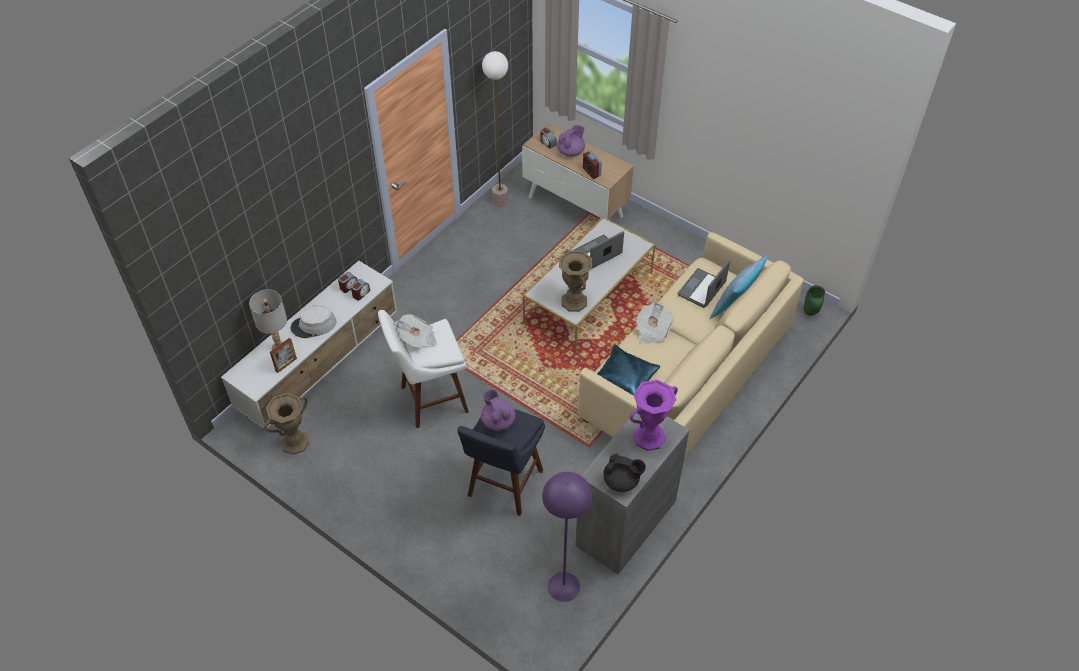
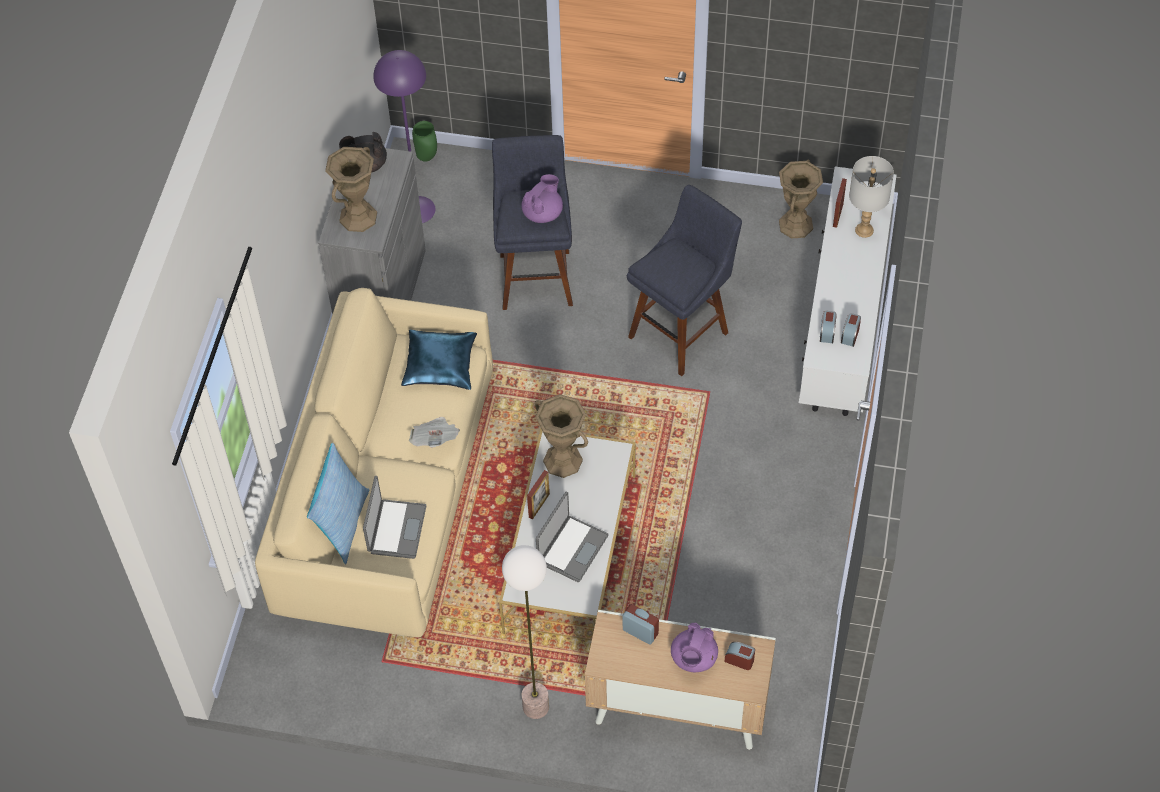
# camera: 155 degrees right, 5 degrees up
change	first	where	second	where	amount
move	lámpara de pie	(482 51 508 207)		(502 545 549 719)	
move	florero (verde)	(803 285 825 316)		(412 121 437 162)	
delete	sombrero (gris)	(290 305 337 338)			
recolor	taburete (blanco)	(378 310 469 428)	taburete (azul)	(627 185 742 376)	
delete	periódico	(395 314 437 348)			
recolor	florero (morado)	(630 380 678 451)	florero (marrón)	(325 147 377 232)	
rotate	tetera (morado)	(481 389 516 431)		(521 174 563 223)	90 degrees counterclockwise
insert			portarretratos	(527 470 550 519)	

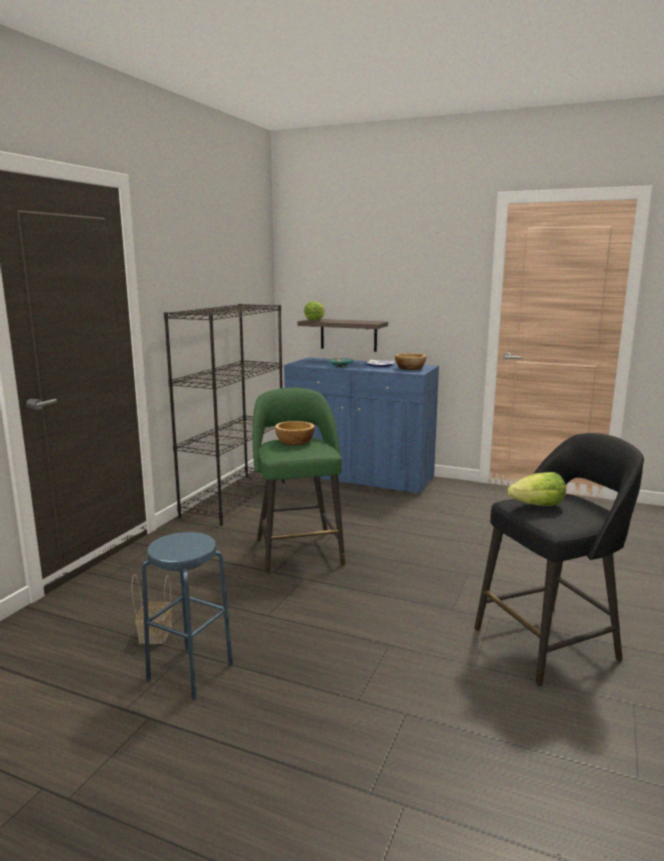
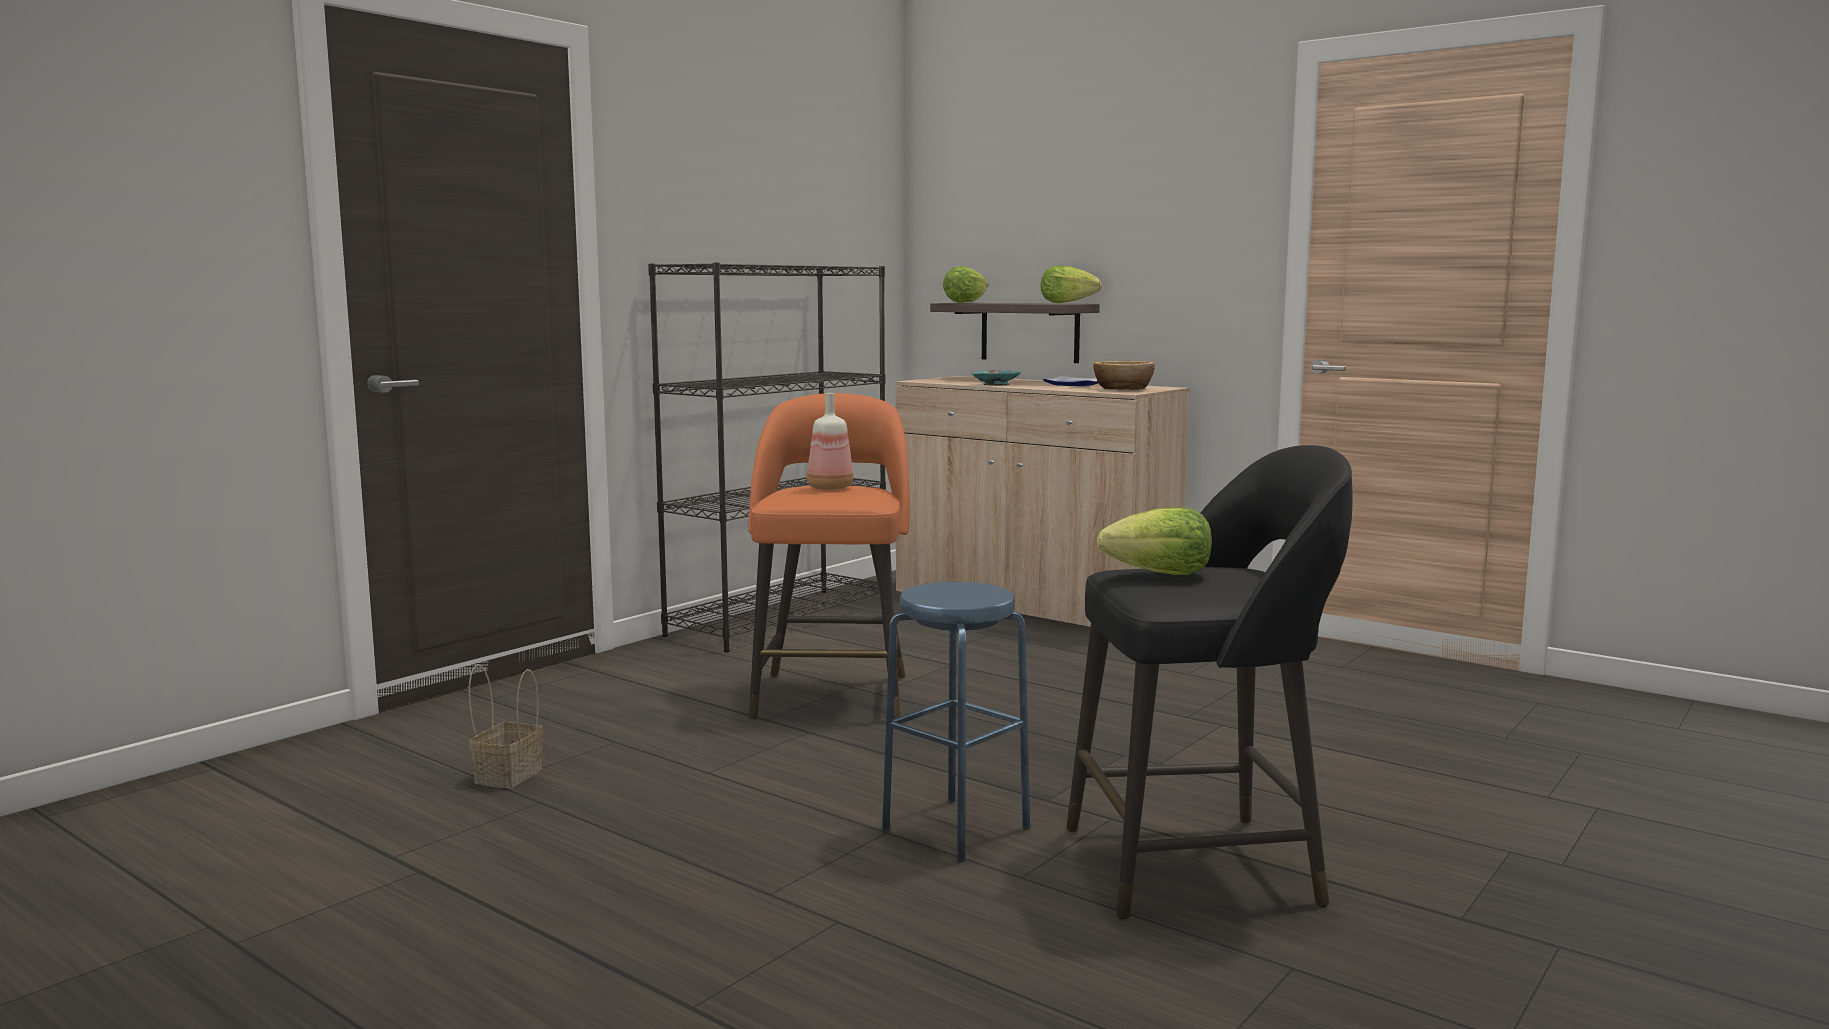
# camera: 15 degrees right, 5 degrees down
change	first	where	second	where	amount
recolor	armario (azul)	(284 357 439 495)	armario (beis)	(895 376 1190 627)	
recolor	taburete (verde)	(253 388 345 574)	taburete (naranja)	(749 393 910 721)	
replace	cuenco	(275 421 315 445)	botella	(807 393 853 490)	
move	taburete (azul)	(142 532 233 700)		(882 582 1030 862)	
insert			lechuga	(1041 265 1102 303)	

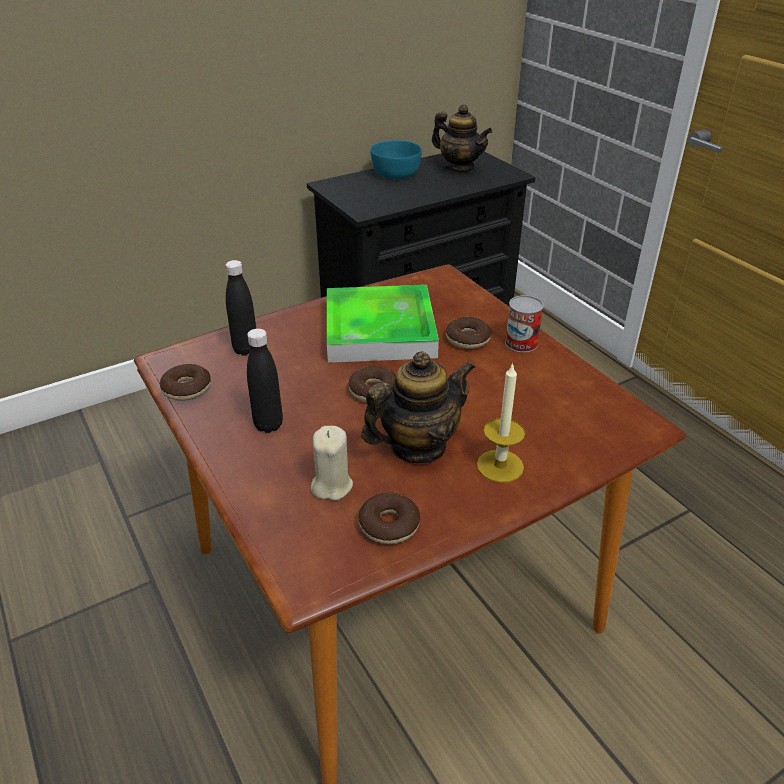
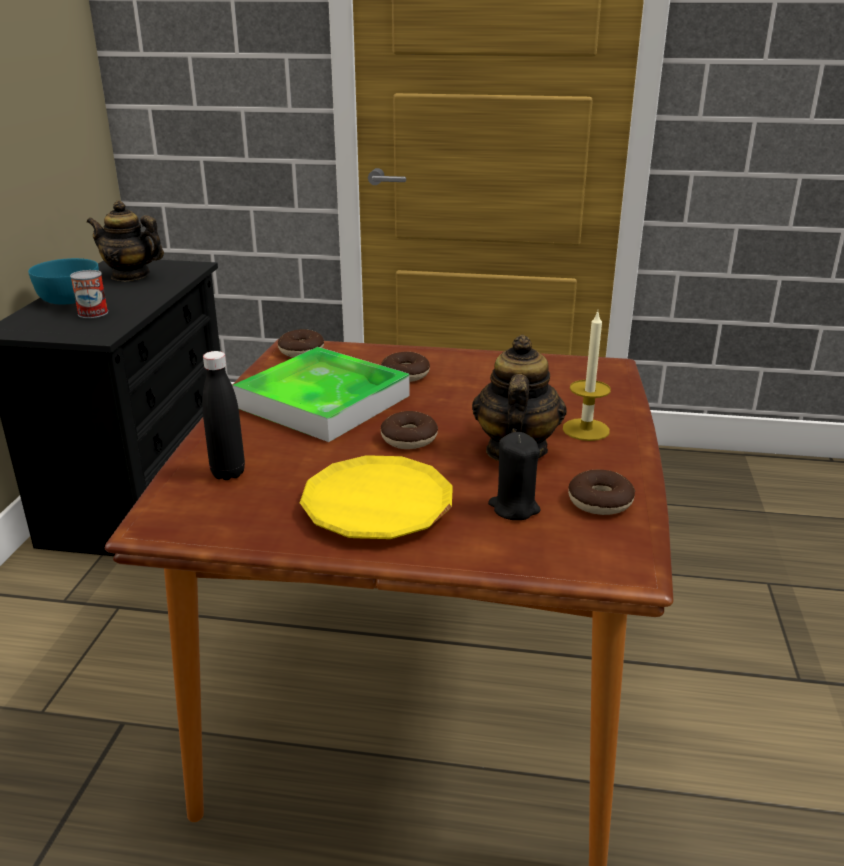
# camera: 50 degrees left, 10 degrees down
change	first	where	second	where	amount
rotate	tetera	(432 105 492 172)		(87 201 164 281)	150 degrees counterclockwise
move	lata	(505 295 544 353)		(70 270 108 318)	
replace	botella (negro)	(247 328 283 433)	plato (amarillo)	(300 455 453 539)	
move	rosquilla	(160 364 211 401)		(278 329 324 357)	
recolor	vela (beis)	(311 426 353 501)	vela (negro)	(488 432 540 520)	

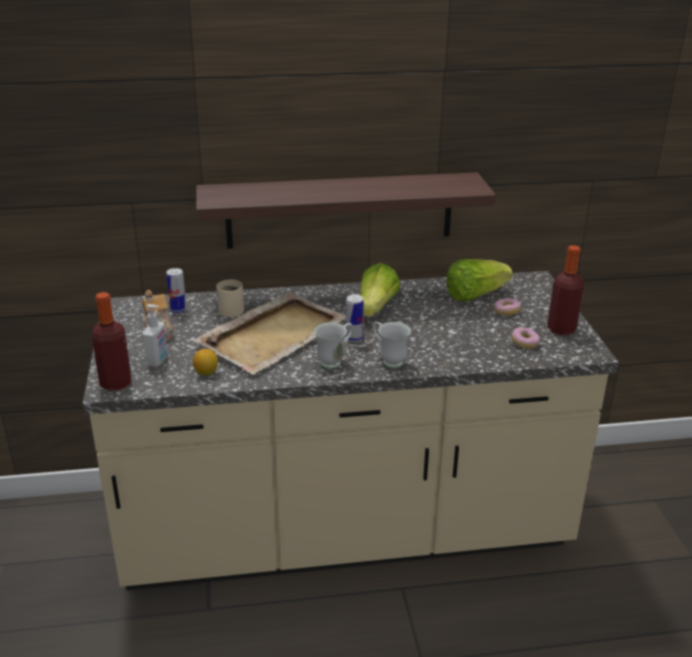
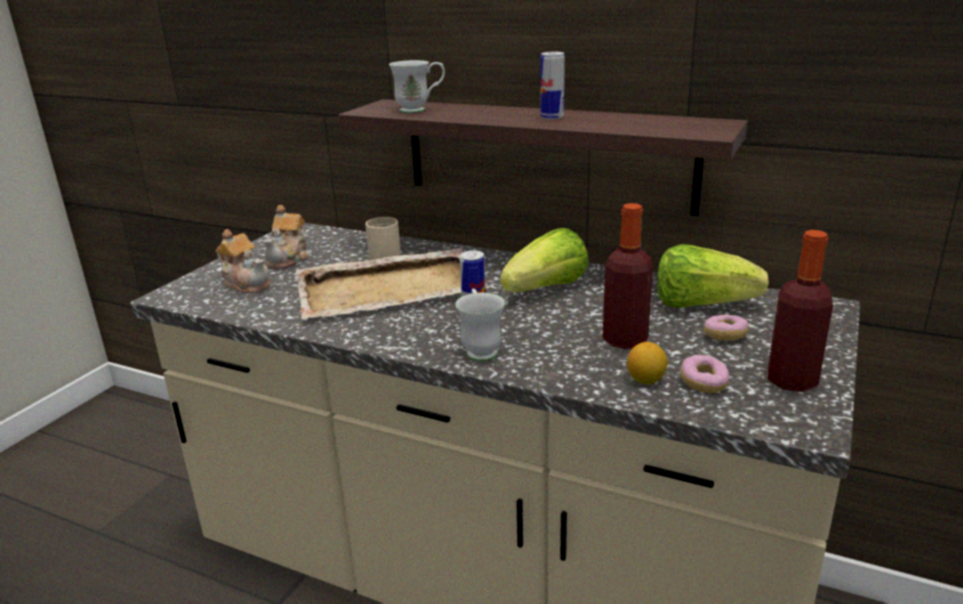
# camera: 35 degrees right, 5 degrees down
change	first	where	second	where	amount
move	lata	(166 268 187 313)		(541 52 565 119)	
move	botella	(92 292 131 391)		(603 203 653 349)	
replace	dispensador de jabón	(143 304 167 367)	tetera	(216 229 270 294)	
move	taza grande (blanco)	(314 323 353 369)		(389 60 445 113)	
move	limón	(193 349 218 376)		(627 342 667 384)	

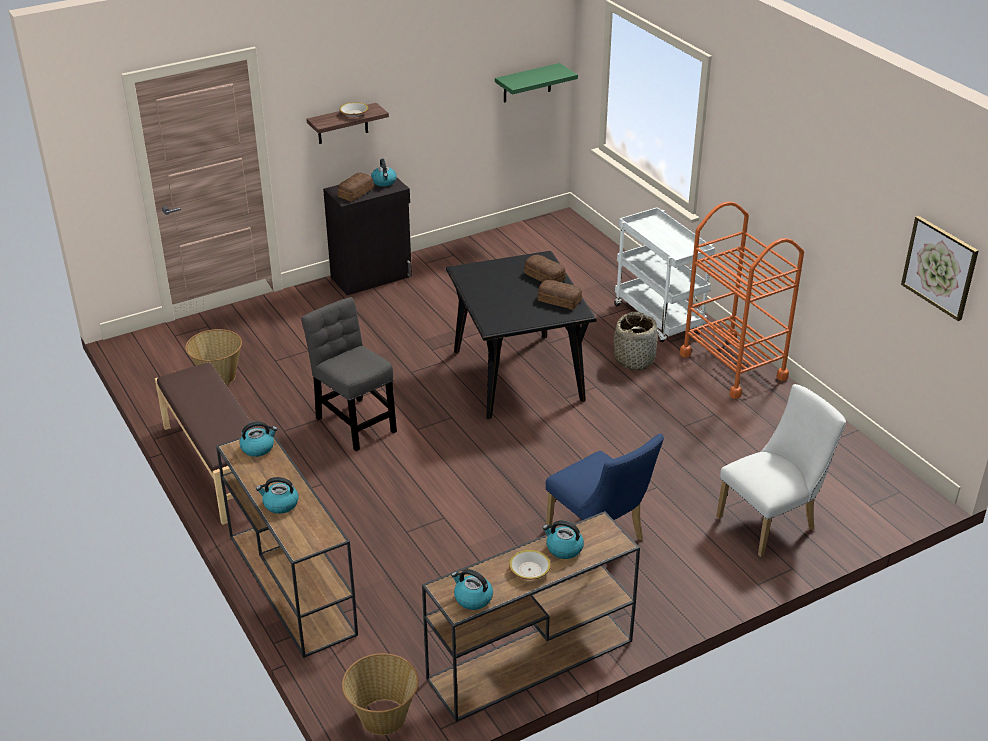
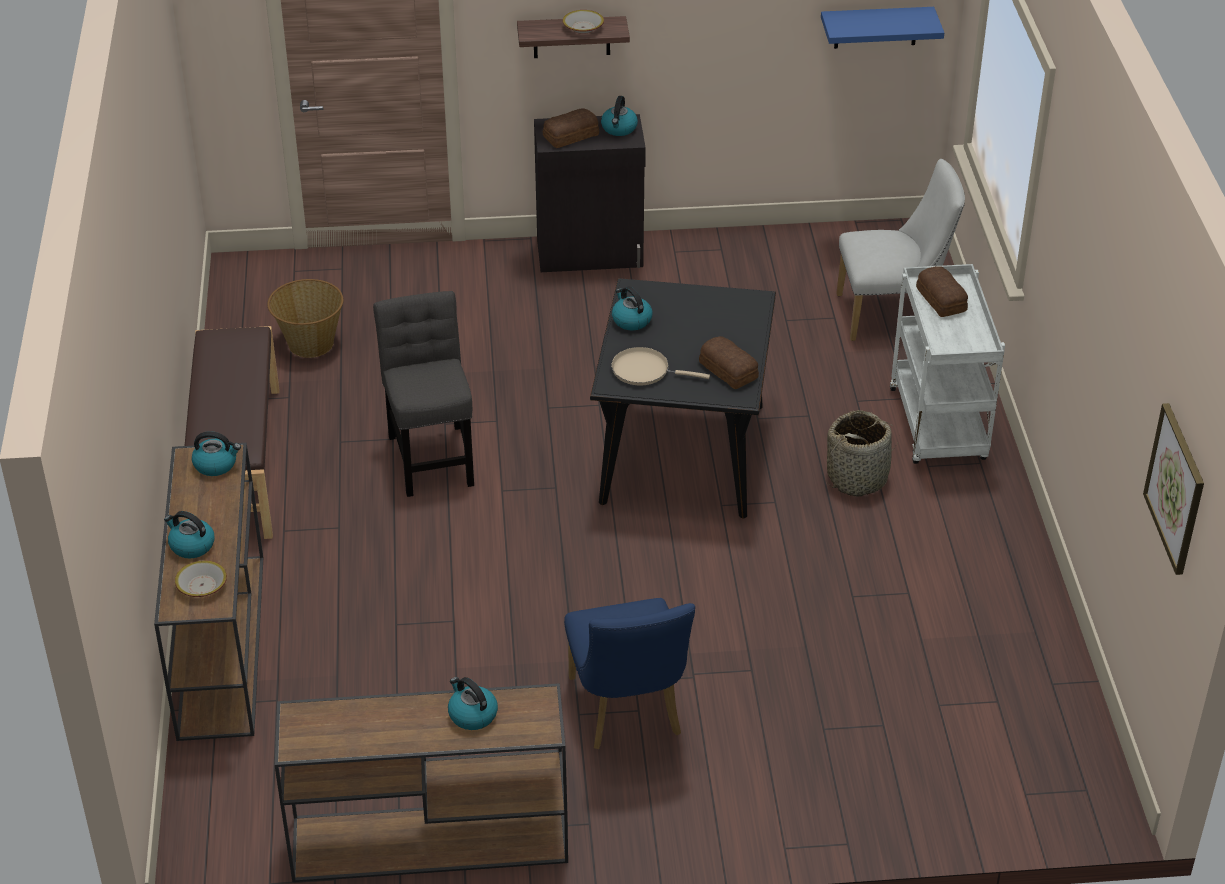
# camera: 25 degrees right, 5 degrees up
change	first	where	second	where	amount
recolor	estante (verde)	(495 63 578 103)	estante (azul)	(821 7 944 49)	
delete	carrito (naranja)	(680 201 804 399)			
move	pan	(524 255 566 282)		(916 266 968 317)	
move	silla (blanco)	(716 384 846 557)		(836 159 965 341)	
move	cuenco	(509 550 551 580)		(175 560 227 597)	
move	hervidor	(451 569 493 610)		(612 286 653 330)	
delete	cesta	(342 653 419 735)			
insert			sartén (beis)	(611 347 710 385)	

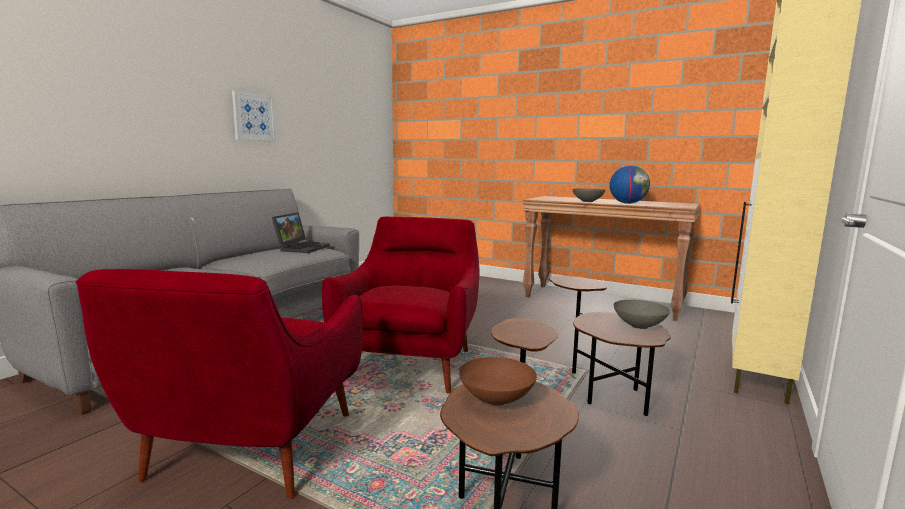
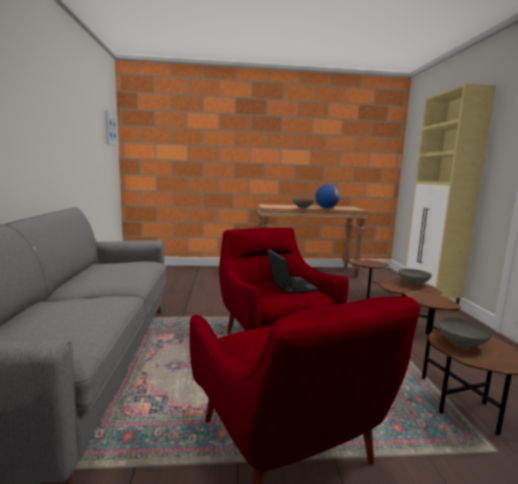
# camera: 35 degrees left, 0 degrees up
change	first	where	second	where	amount
move	cuadro	(232 91 276 141)		(105 111 119 146)	
move	portátil	(272 212 330 253)		(267 249 318 294)	
recolor	cuenco (marrón)	(459 357 537 406)	cuenco (gris)	(437 318 493 348)	

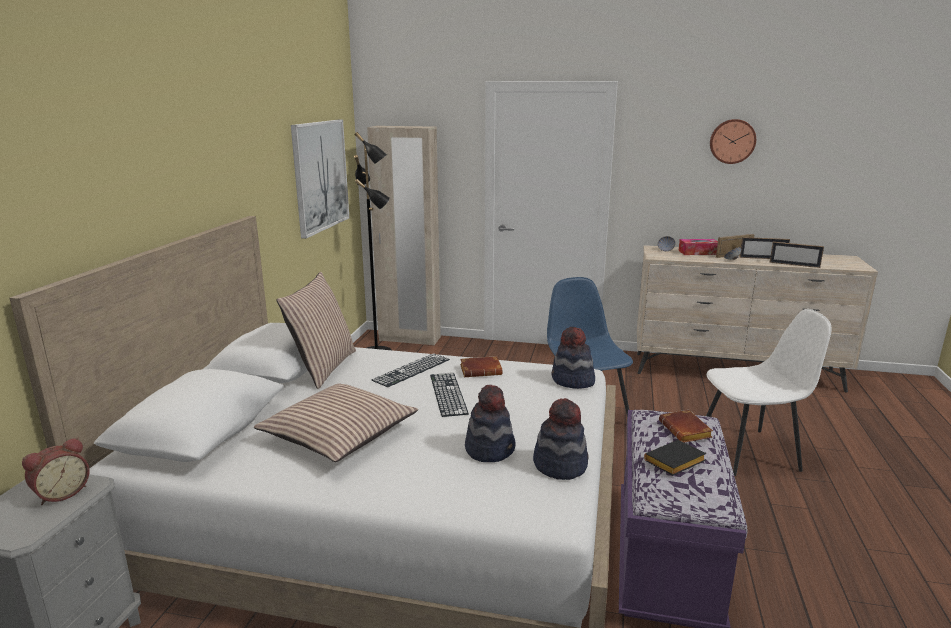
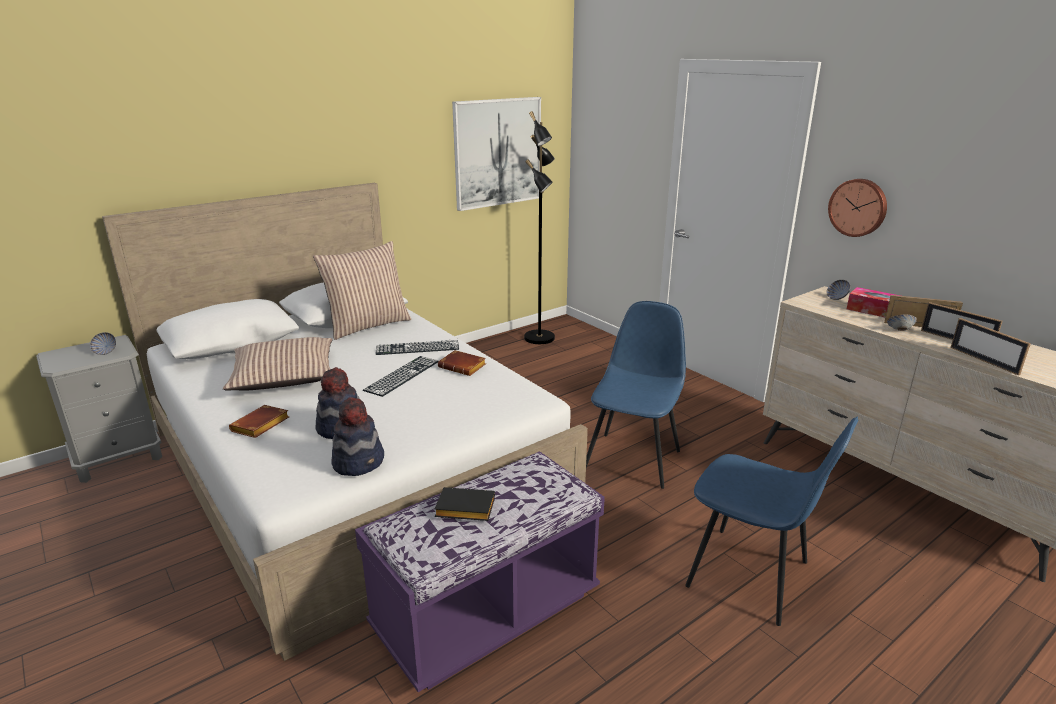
# camera: 40 degrees right, 5 degrees up
change	first	where	second	where	amount
move	reloj de pared	(710 119 756 164)		(828 179 887 237)	
delete	armario ropero (beis)	(367 126 441 345)			
recolor	silla (blanco)	(706 309 832 476)	silla (azul)	(685 417 858 626)	
delete	sombrero	(552 327 595 389)			
move	libro (marrón)	(659 410 713 443)		(229 405 289 438)	
replace	despertador	(22 438 90 505)	cuenco	(90 332 116 355)	

